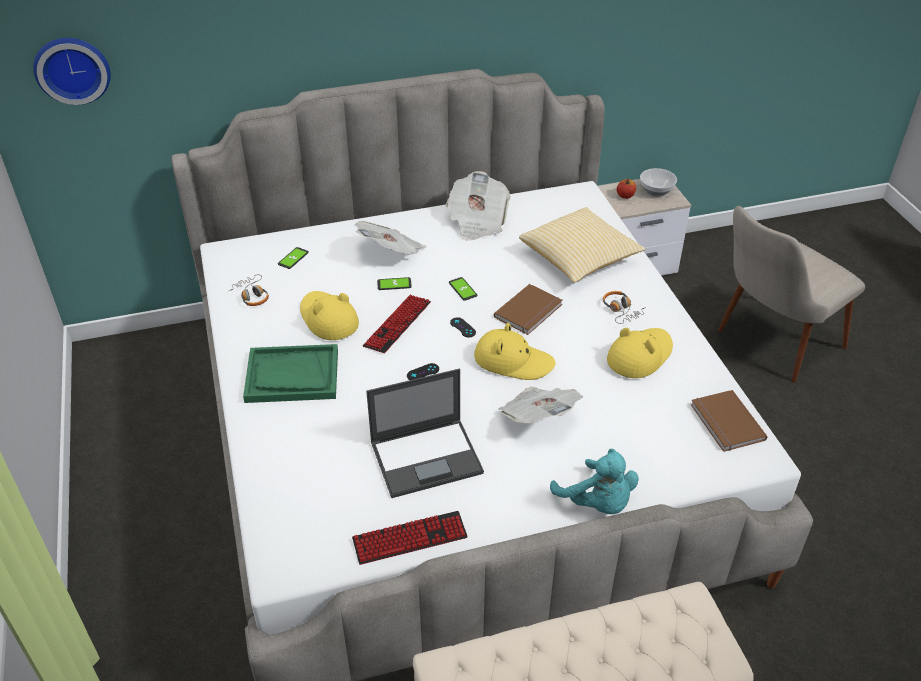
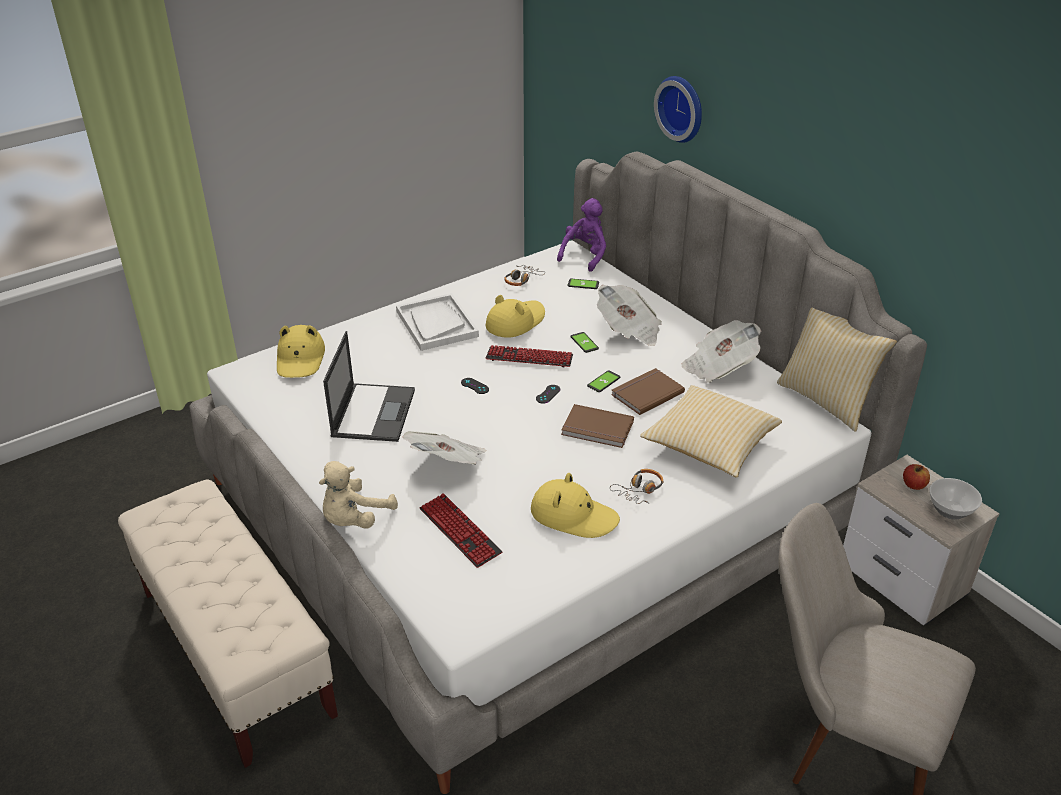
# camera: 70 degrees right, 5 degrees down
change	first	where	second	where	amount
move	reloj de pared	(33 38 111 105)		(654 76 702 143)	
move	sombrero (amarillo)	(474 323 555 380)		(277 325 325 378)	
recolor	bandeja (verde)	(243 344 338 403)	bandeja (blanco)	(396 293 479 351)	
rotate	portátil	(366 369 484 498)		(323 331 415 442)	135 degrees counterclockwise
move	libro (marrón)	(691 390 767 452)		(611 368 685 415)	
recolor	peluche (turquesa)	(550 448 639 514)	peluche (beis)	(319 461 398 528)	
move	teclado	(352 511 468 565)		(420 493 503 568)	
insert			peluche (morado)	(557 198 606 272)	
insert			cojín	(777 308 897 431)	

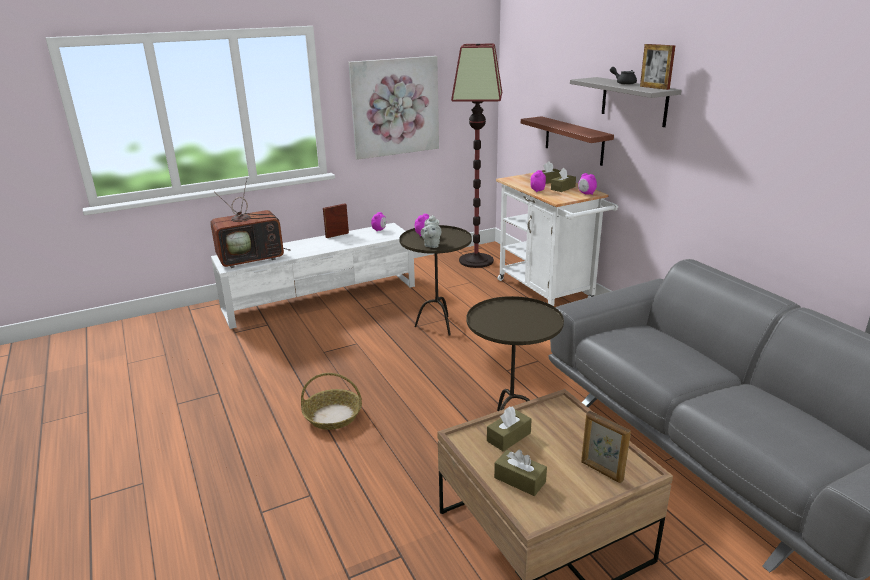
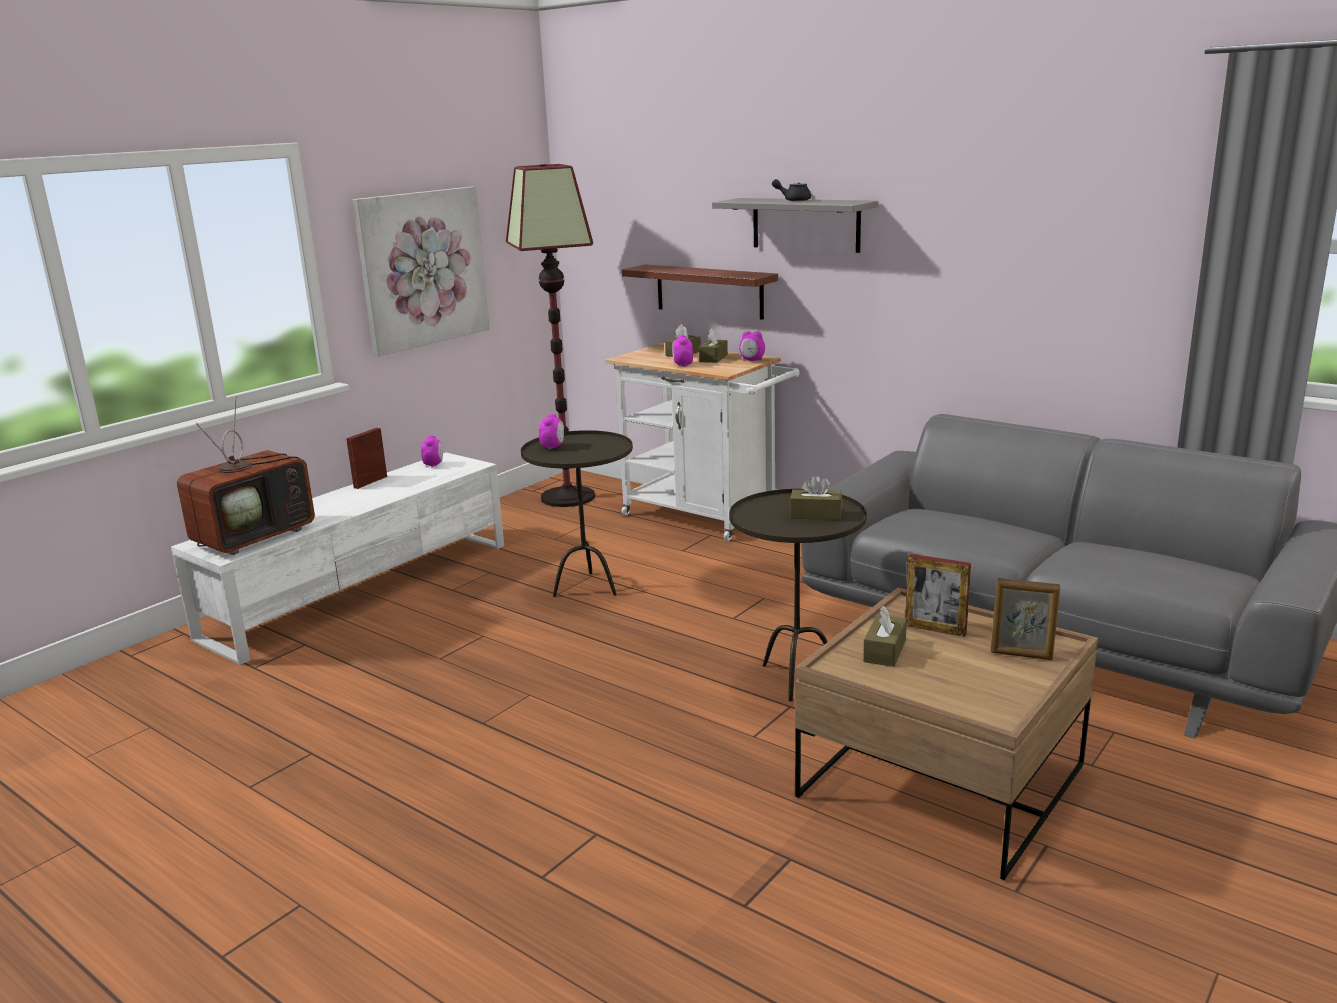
# camera: 25 degrees left, 5 degrees down
change	first	where	second	where	amount
move	portarretratos	(640 44 676 90)		(905 554 971 637)	
delete	tetera (gris)	(421 215 441 248)			
delete	cesta	(301 373 362 430)			
move	caja de pañuelos (marrón)	(494 450 547 496)		(790 475 842 520)	

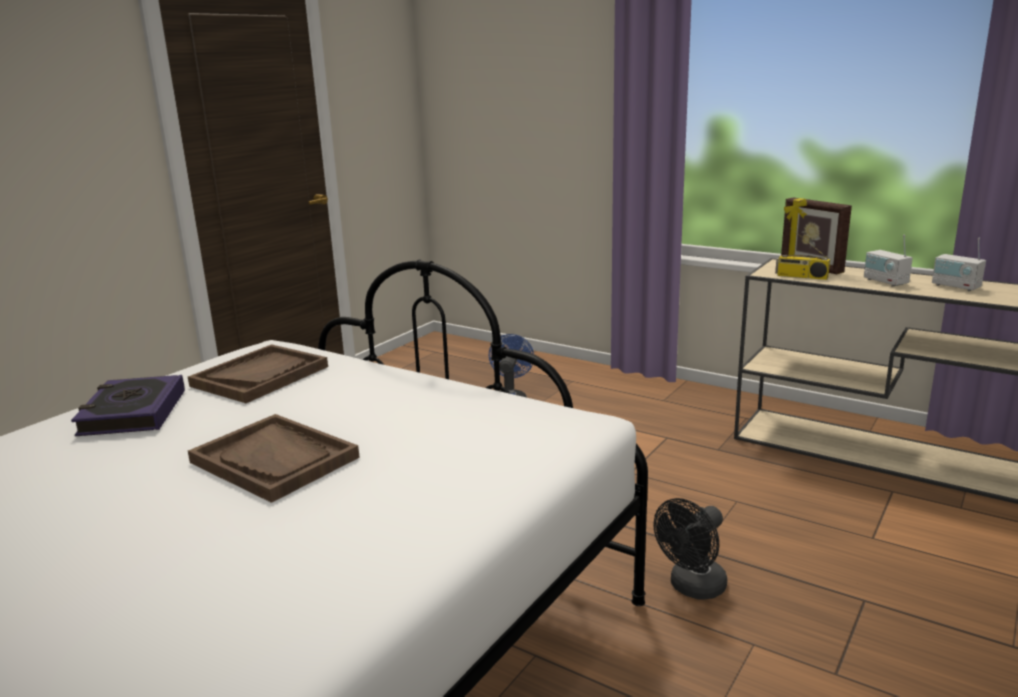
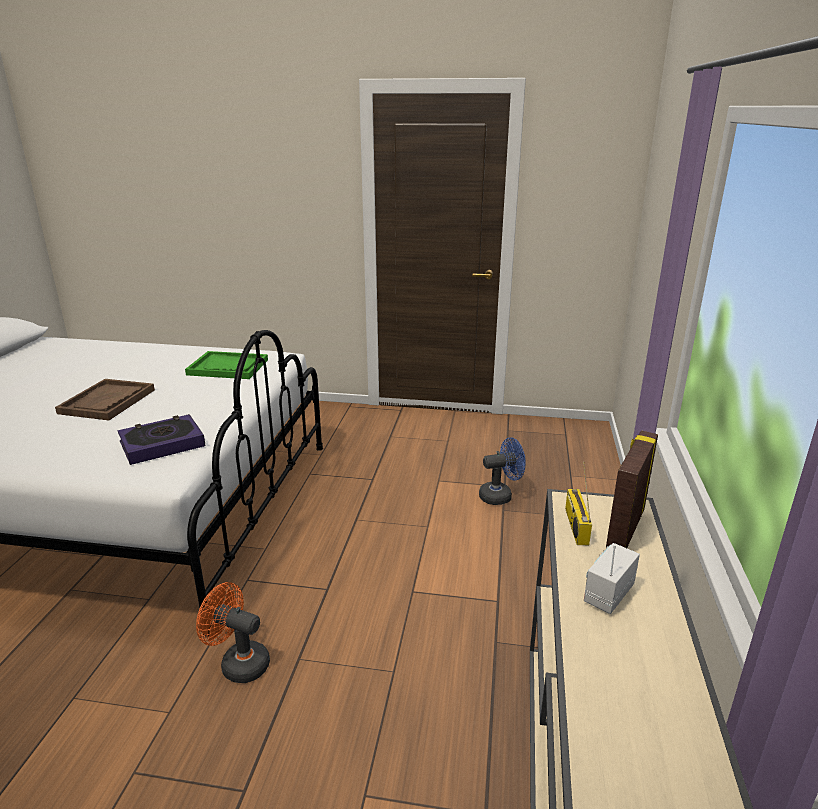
# camera: 65 degrees right, 5 degrees up
change	first	where	second	where	amount
delete	radio	(932 238 986 291)			
recolor	bandeja (marrón)	(188 344 328 403)	bandeja (verde)	(185 351 268 379)	
move	libro	(71 375 185 436)		(118 414 206 465)	
recolor	ventilador (negro)	(653 498 727 600)	ventilador (naranja)	(196 582 270 683)	

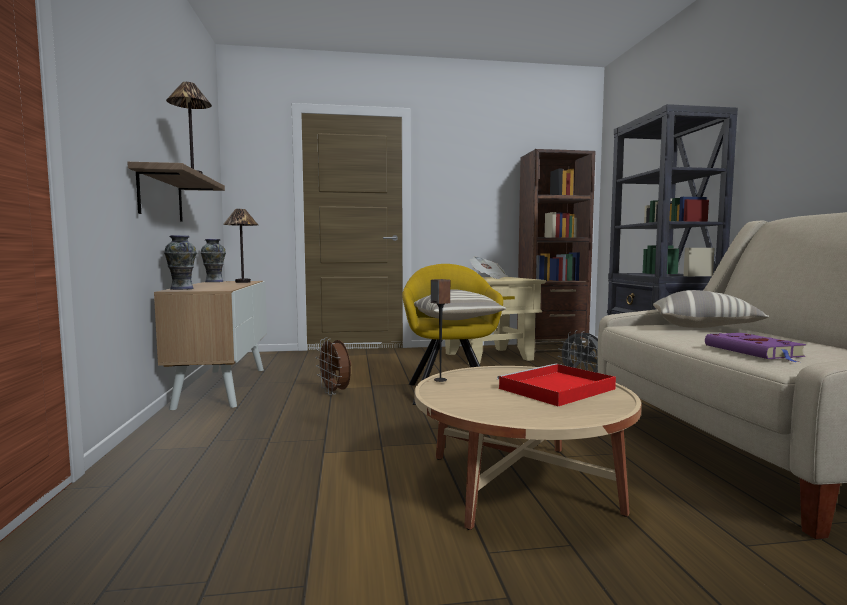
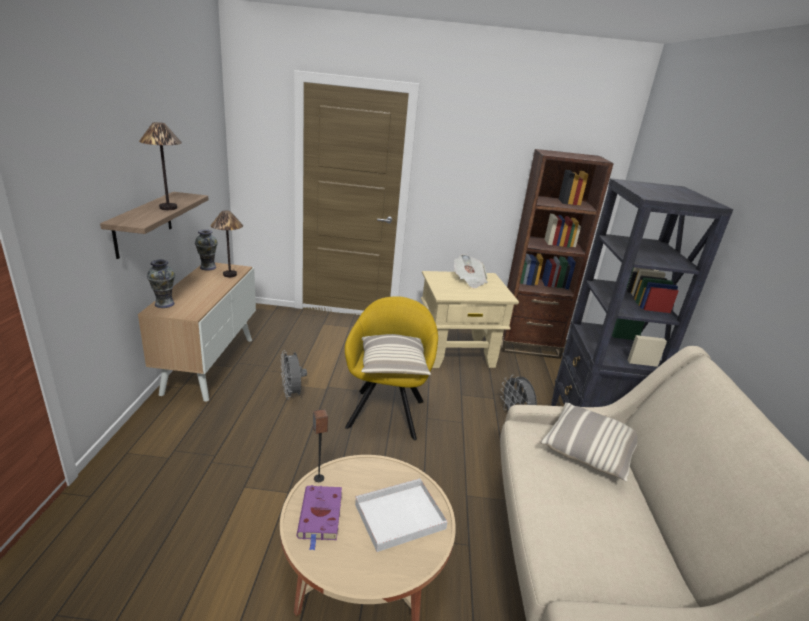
# camera: 10 degrees right, 20 degrees up
change	first	where	second	where	amount
move	libro (morado)	(705 333 806 362)		(297 485 342 551)	
recolor	ventilador (marrón)	(316 337 351 395)	ventilador (gris)	(281 350 307 398)	
recolor	bandeja (rojo)	(497 364 616 407)	bandeja (blanco)	(355 478 448 552)	

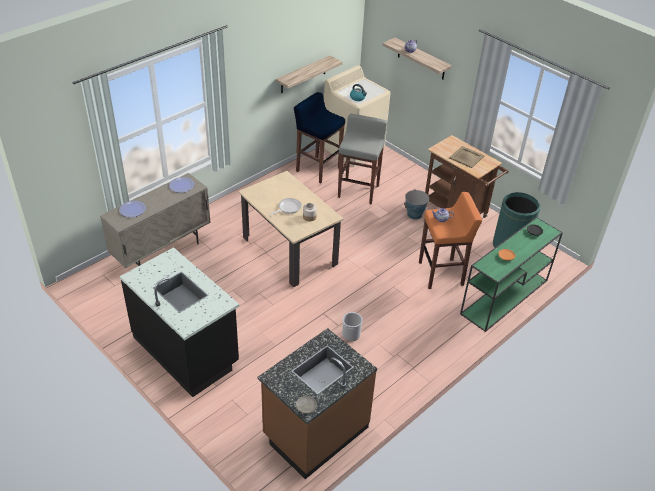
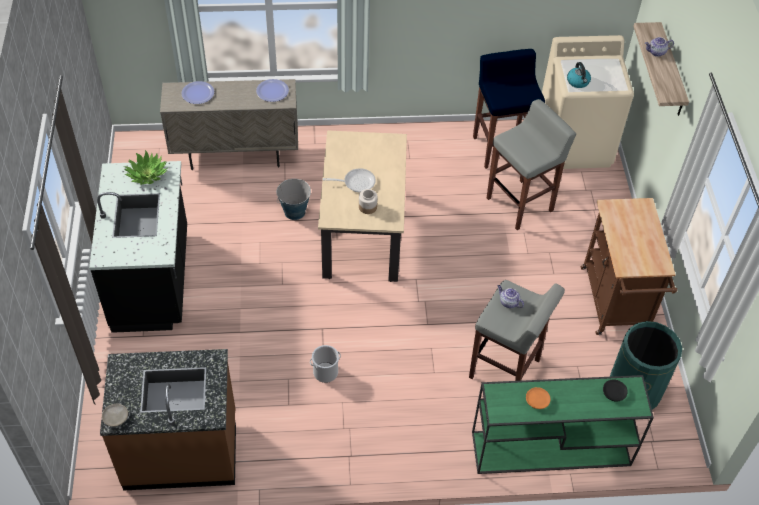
# camera: 40 degrees right, 10 degrees up
change	first	where	second	where	amount
delete	estante	(276 55 343 93)			
delete	bandeja (beis)	(449 146 485 168)			
move	cubo	(404 189 429 220)		(277 179 311 220)	
recolor	taburete (naranja)	(419 192 482 289)	taburete (gris)	(469 280 565 381)	
insert			planta en maceta	(124 150 167 185)	

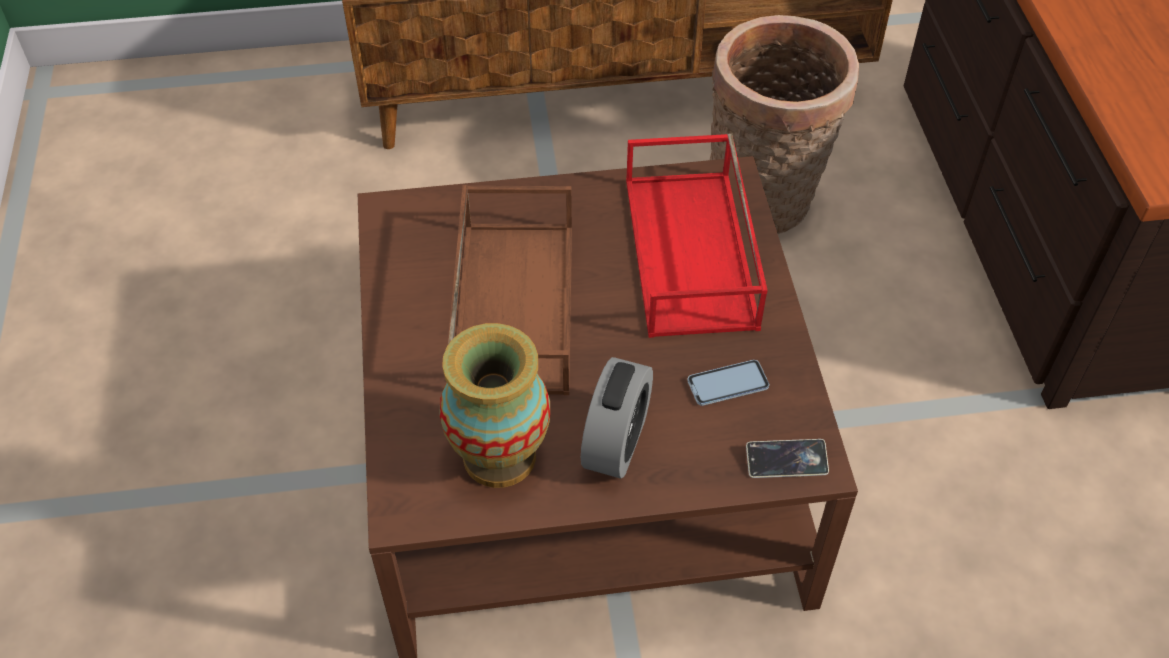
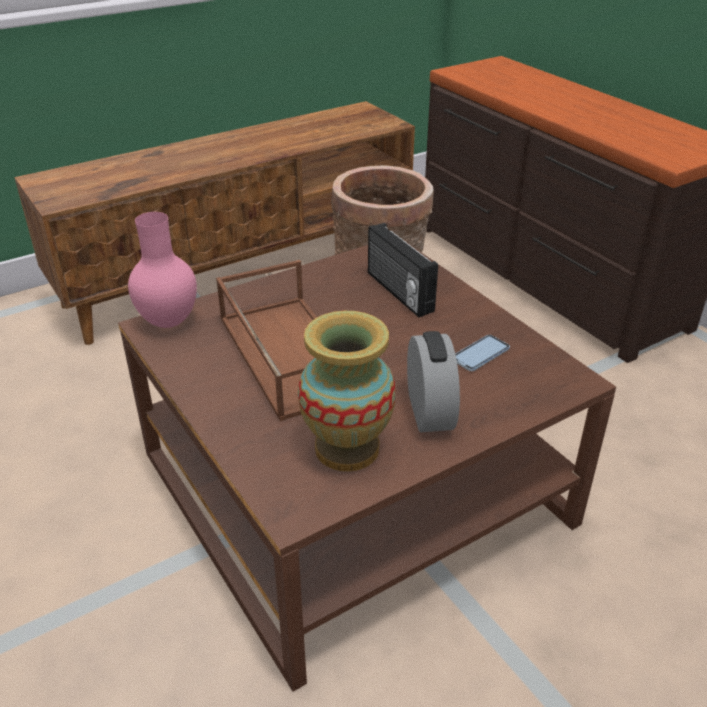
# camera: 25 degrees left, 15 degrees down
change	first	where	second	where	amount
replace	bandeja (rojo)	(626 133 768 338)	radio	(368 223 438 317)	
delete	móvil	(746 439 829 478)			
insert			florero (rosa)	(128 212 197 328)	

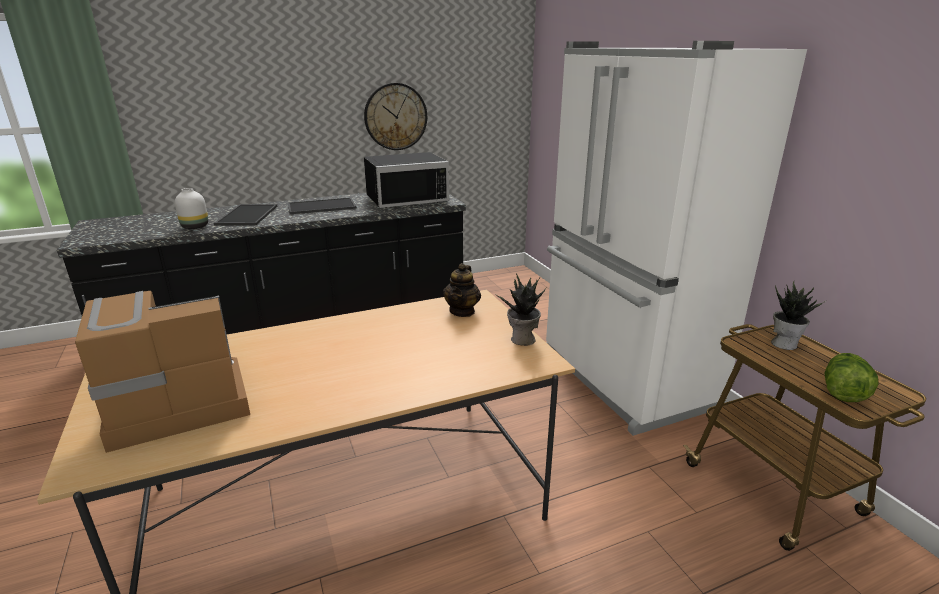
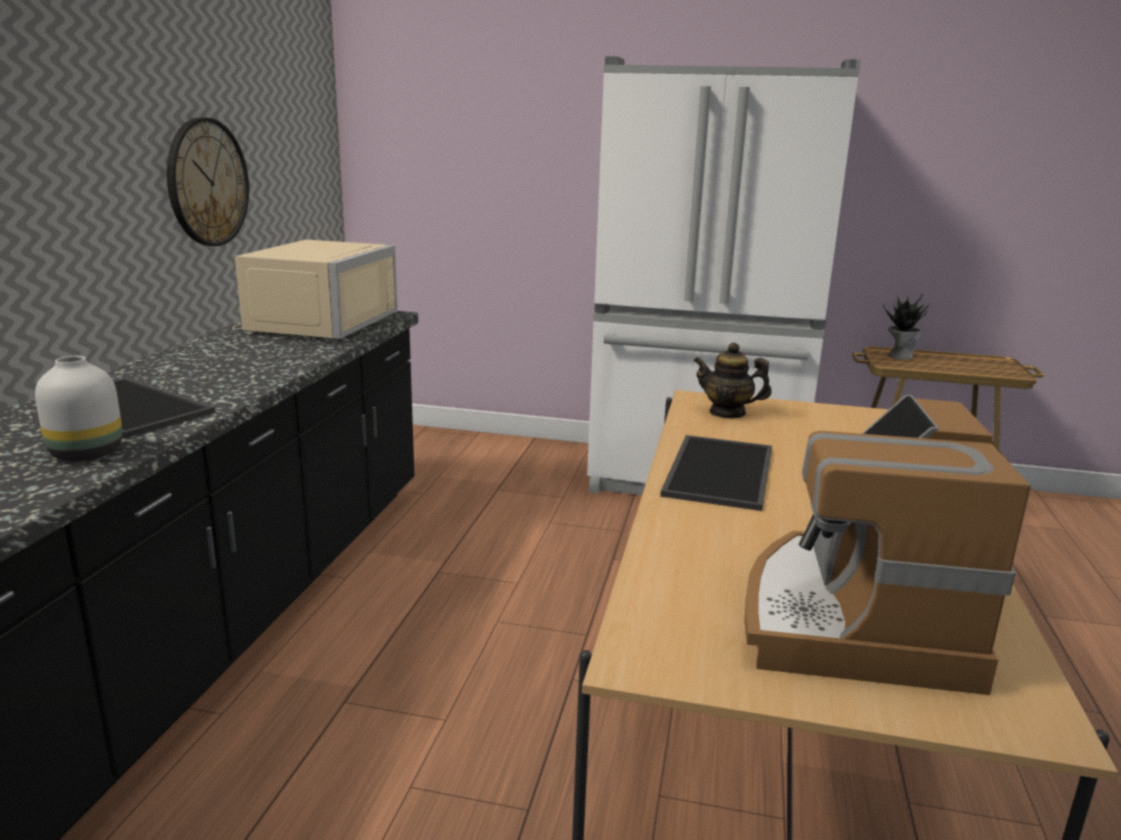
# camera: 55 degrees left, 5 degrees down
change	first	where	second	where	amount
recolor	microondas (negro)	(364 152 449 208)	microondas (beis)	(233 240 398 339)	
move	bandeja	(287 197 357 214)		(660 435 772 511)	
rotate	tetera	(443 263 481 317)		(693 343 771 419)	150 degrees clockwise
delete	planta en maceta	(495 273 545 346)			
delete	lechuga	(824 353 879 402)			

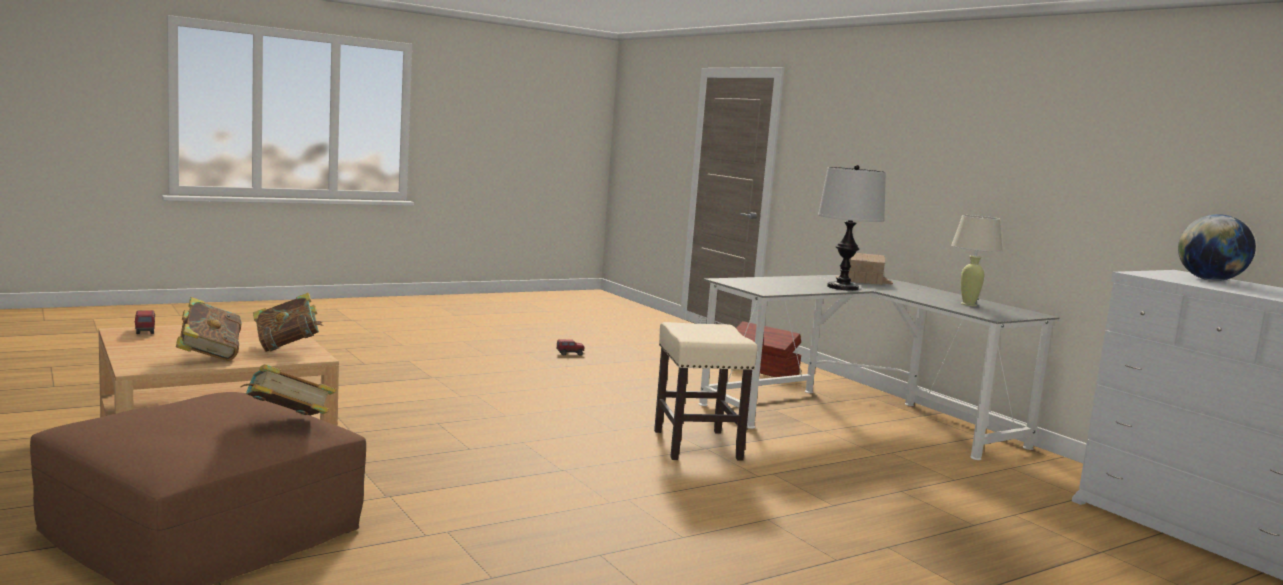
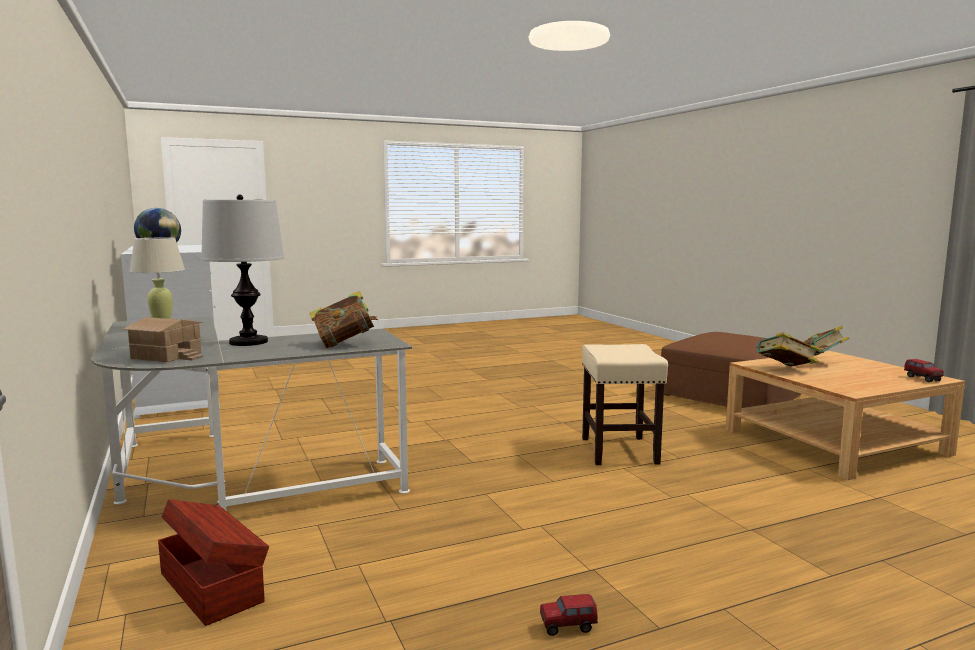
# camera: 170 degrees left, 0 degrees up
change	first	where	second	where	amount
move	taburete (beis)	(654 322 758 460)		(582 344 668 465)	
move	libro	(240 364 336 416)		(310 291 378 348)	

